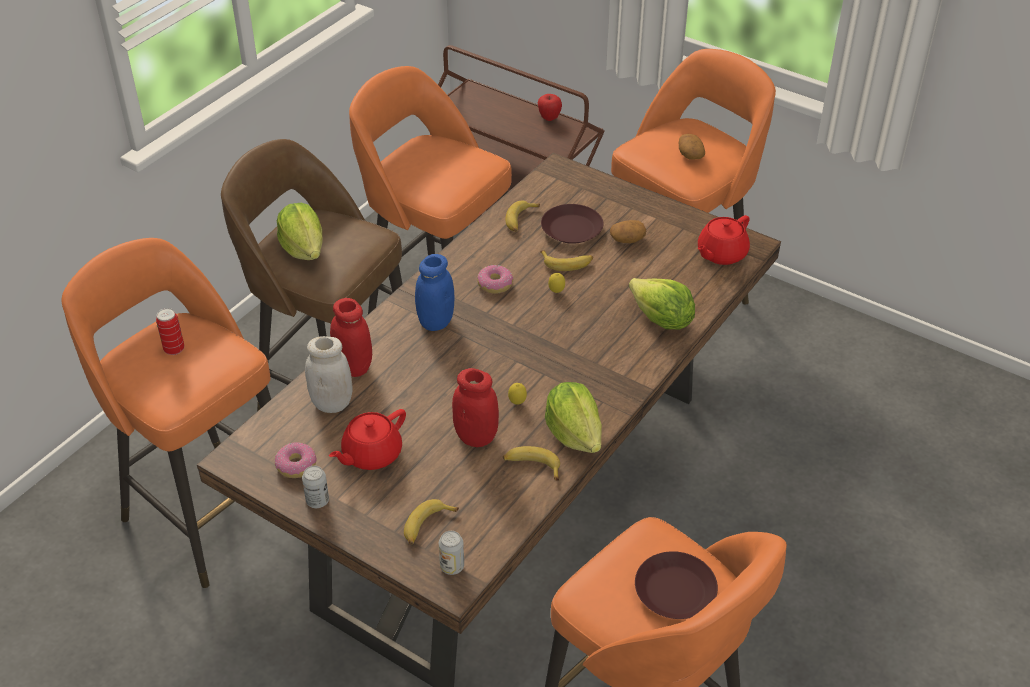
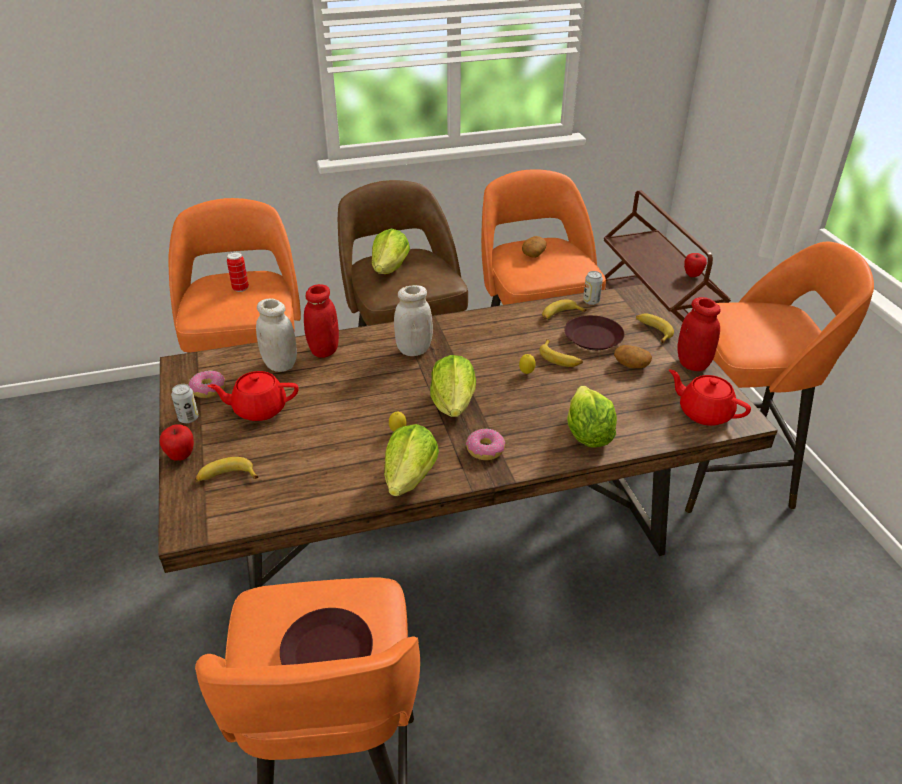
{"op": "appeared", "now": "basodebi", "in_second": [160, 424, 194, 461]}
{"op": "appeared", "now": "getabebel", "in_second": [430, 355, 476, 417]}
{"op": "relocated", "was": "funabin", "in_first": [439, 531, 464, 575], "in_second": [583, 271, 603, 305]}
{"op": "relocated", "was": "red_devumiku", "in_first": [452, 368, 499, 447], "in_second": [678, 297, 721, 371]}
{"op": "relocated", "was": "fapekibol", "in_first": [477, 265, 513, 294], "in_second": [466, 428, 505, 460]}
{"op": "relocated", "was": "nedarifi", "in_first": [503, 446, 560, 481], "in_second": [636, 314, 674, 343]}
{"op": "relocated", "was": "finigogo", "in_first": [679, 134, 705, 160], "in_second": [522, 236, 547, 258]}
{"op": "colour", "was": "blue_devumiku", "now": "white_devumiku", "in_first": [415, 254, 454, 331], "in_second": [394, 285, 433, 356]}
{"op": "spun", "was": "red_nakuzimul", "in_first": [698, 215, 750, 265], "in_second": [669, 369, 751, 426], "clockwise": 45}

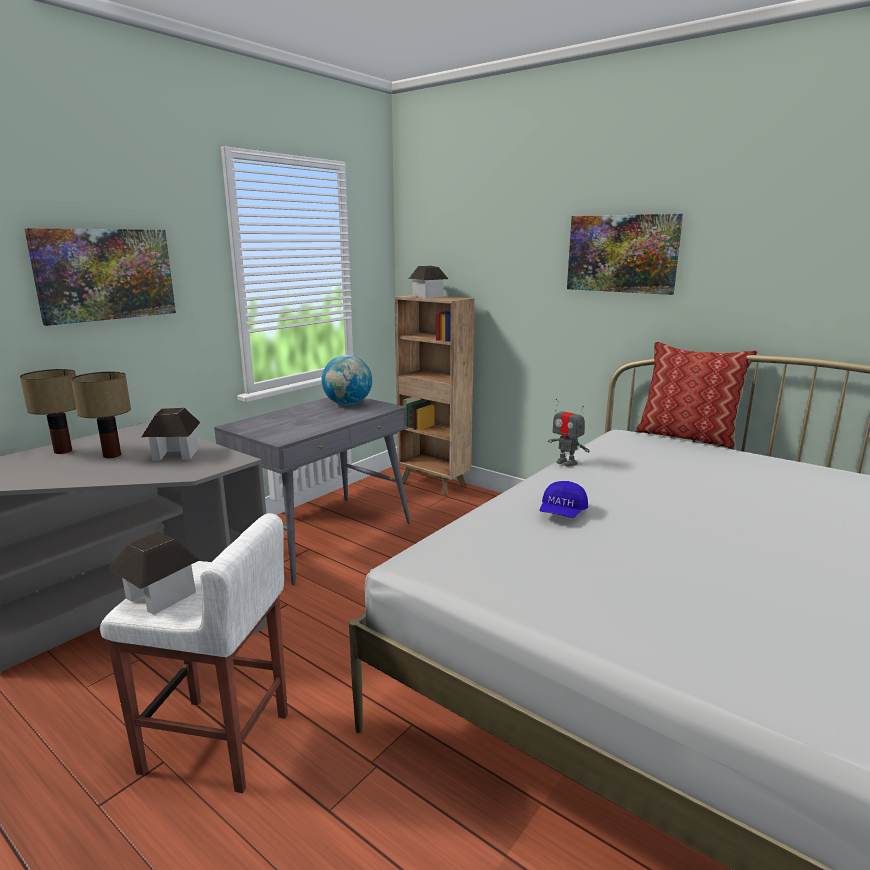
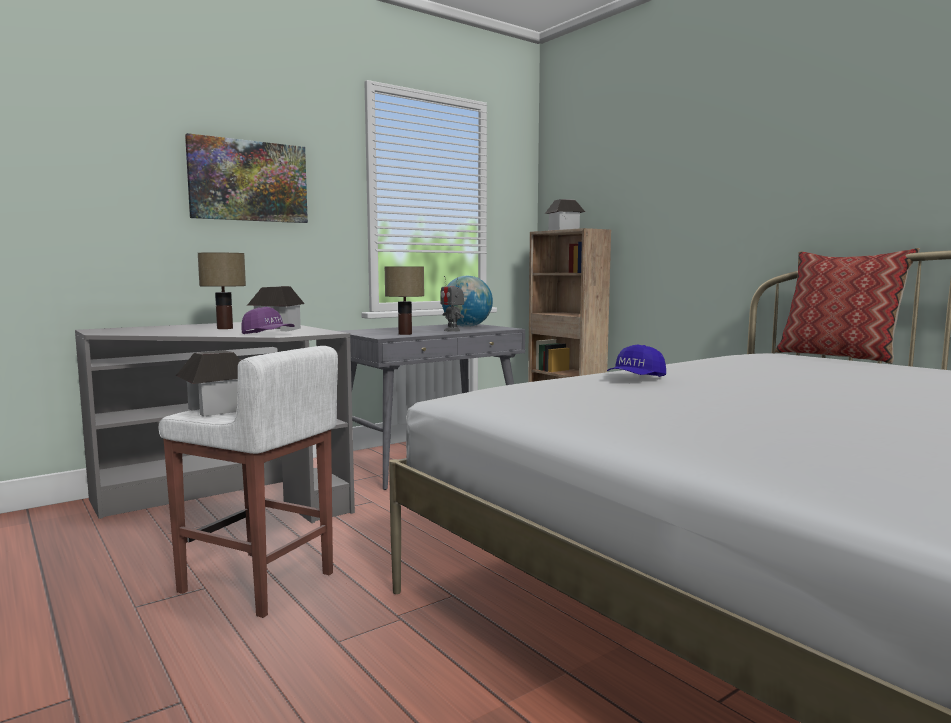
{"op": "missing", "was": "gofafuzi", "in_first": [567, 214, 683, 295]}
{"op": "appeared", "now": "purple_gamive", "in_second": [241, 307, 295, 334]}
{"op": "relocated", "was": "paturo", "in_first": [20, 369, 76, 454], "in_second": [385, 266, 424, 335]}
{"op": "relocated", "was": "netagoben", "in_first": [548, 399, 590, 466], "in_second": [440, 276, 464, 332]}

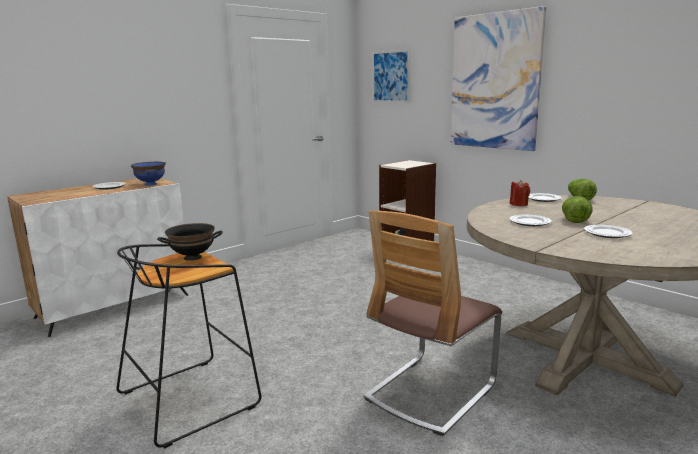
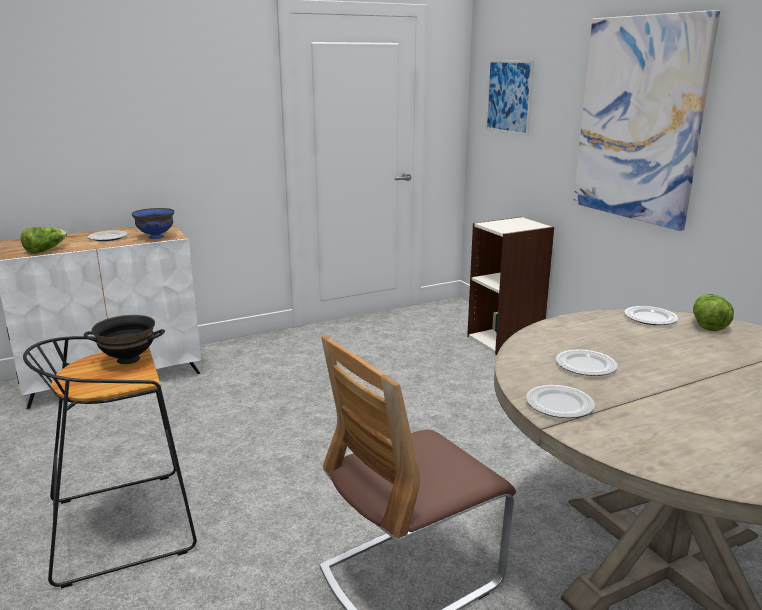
{"op": "missing", "was": "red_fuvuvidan", "in_first": [510, 180, 530, 206]}
{"op": "relocated", "was": "getabebel", "in_first": [562, 196, 592, 223], "in_second": [21, 227, 67, 254]}
{"op": "relocated", "was": "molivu", "in_first": [584, 225, 633, 238], "in_second": [526, 385, 595, 418]}

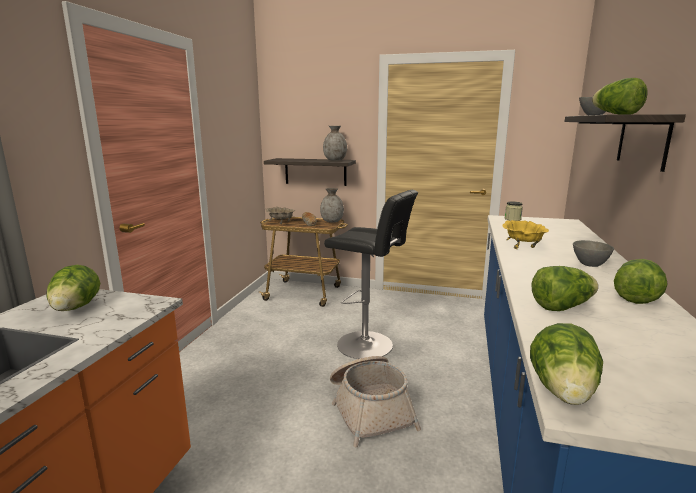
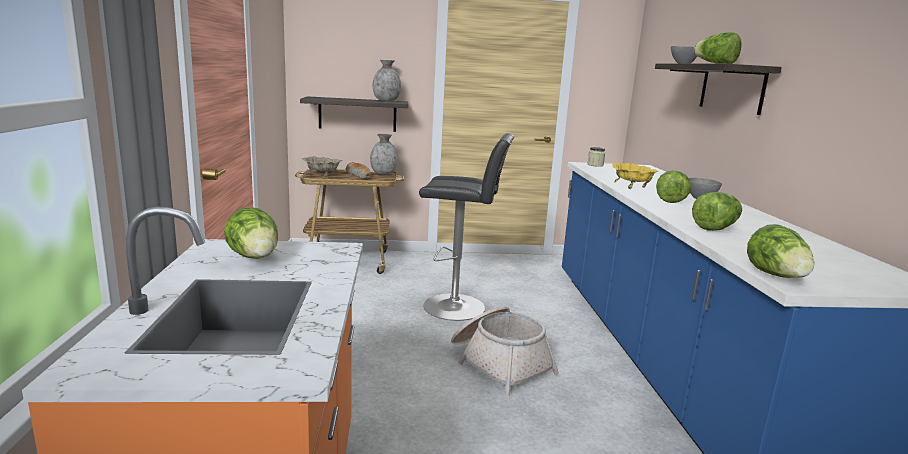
{"op": "relocated", "was": "getabebel", "in_first": [614, 259, 667, 304], "in_second": [656, 170, 691, 203]}

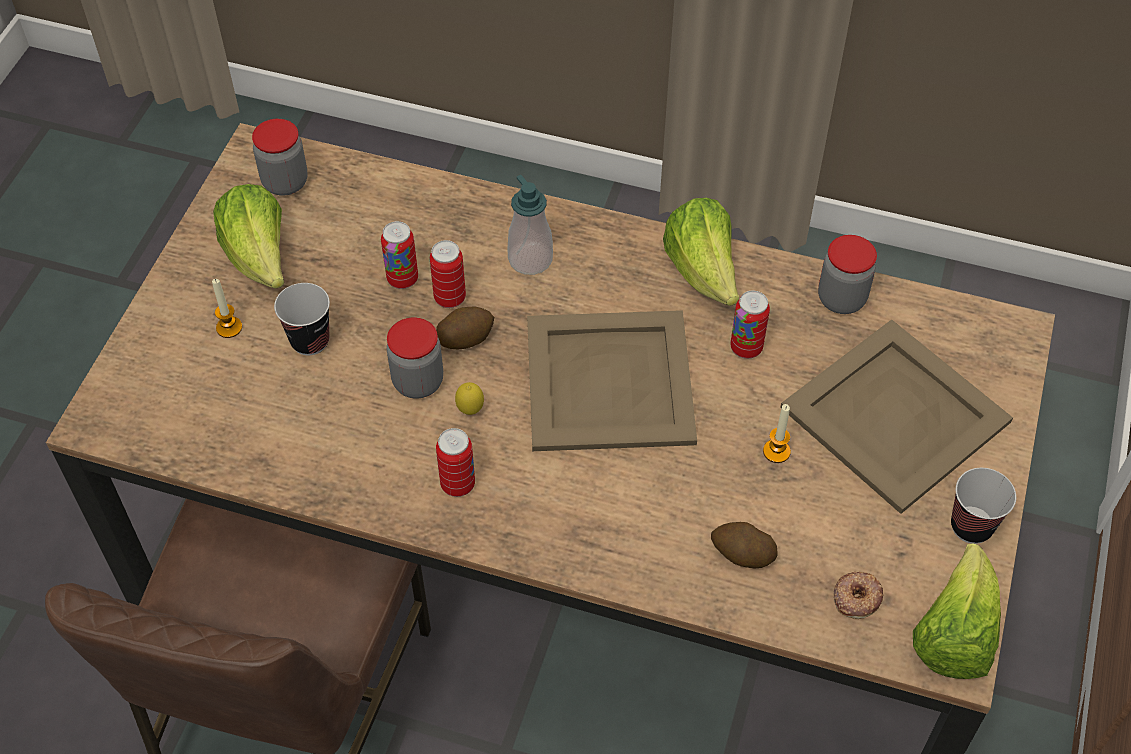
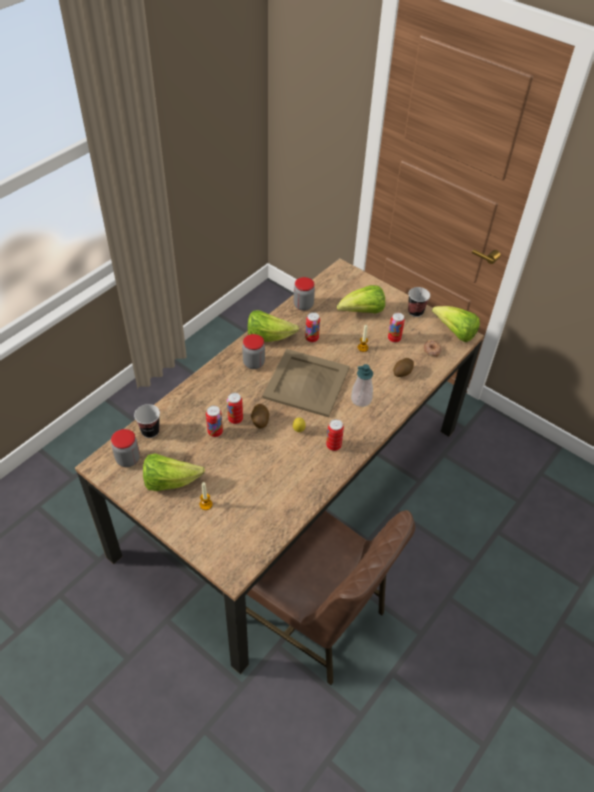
{"op": "appeared", "now": "funabin", "in_second": [388, 313, 405, 343]}
{"op": "relocated", "was": "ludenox", "in_first": [274, 283, 330, 355], "in_second": [134, 404, 160, 438]}
{"op": "relocated", "was": "devumiku", "in_first": [386, 317, 443, 399], "in_second": [242, 334, 265, 369]}
{"op": "relocated", "was": "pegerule", "in_first": [507, 175, 553, 275], "in_second": [351, 364, 373, 407]}
{"op": "exchanged", "was": "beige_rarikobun", "now": "getabebel", "in_first": [780, 319, 1013, 514], "in_second": [337, 285, 385, 314]}

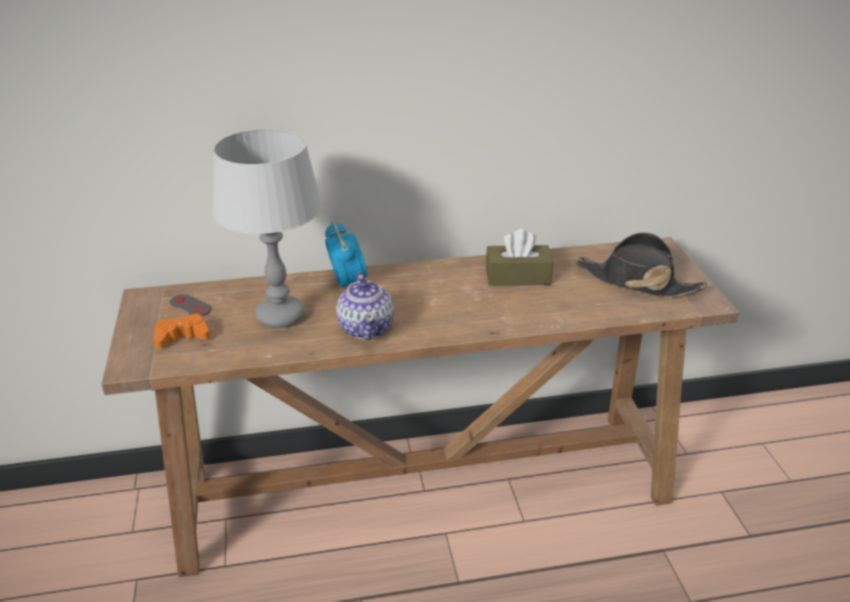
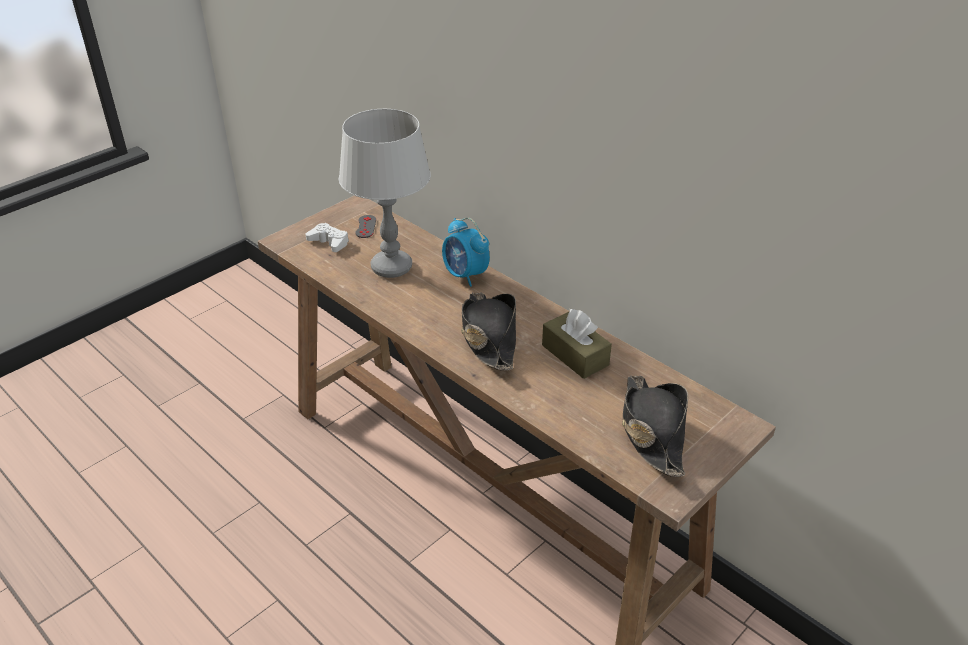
{"op": "missing", "was": "nakuzimul", "in_first": [336, 272, 394, 340]}
{"op": "appeared", "now": "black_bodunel", "in_second": [461, 292, 516, 371]}
{"op": "colour", "was": "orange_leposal", "now": "white_leposal", "in_first": [154, 314, 210, 348], "in_second": [305, 223, 349, 252]}
{"op": "spun", "was": "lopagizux", "in_first": [325, 222, 367, 288], "in_second": [442, 218, 490, 287], "clockwise": 105}

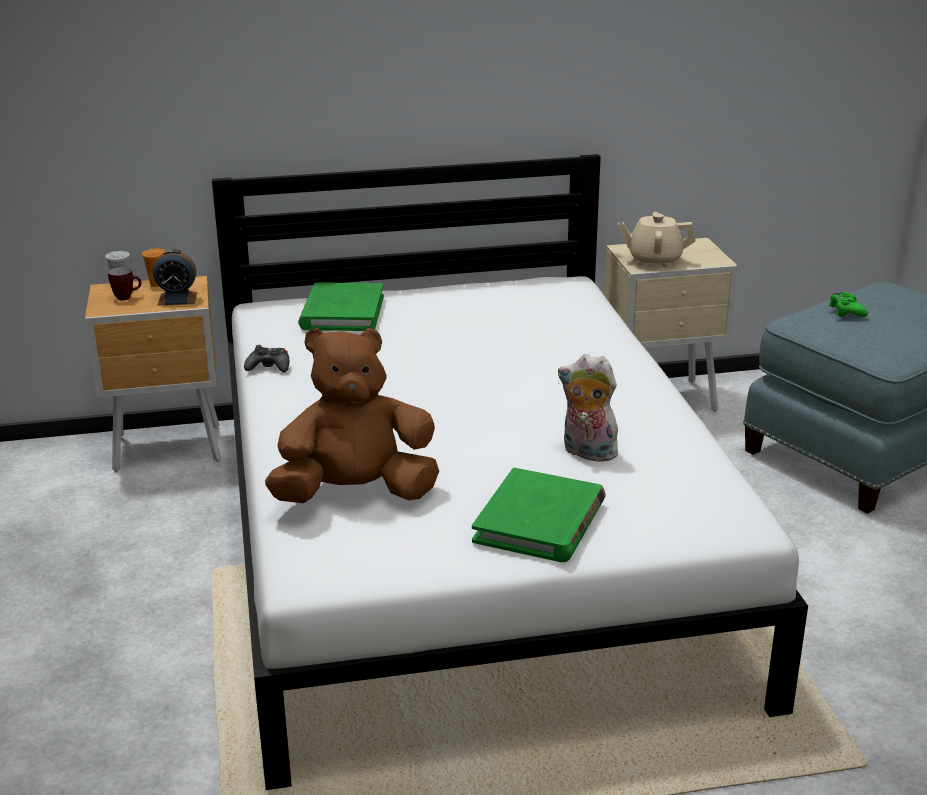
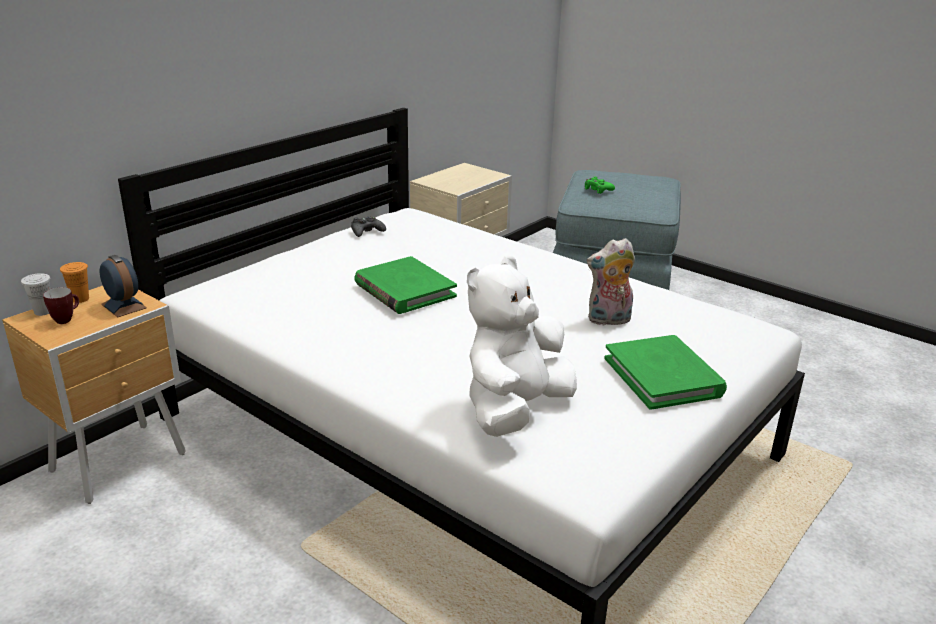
{"op": "missing", "was": "beige_nakuzimul", "in_first": [618, 212, 695, 268]}
{"op": "relocated", "was": "black_leposal", "in_first": [244, 345, 289, 373], "in_second": [351, 216, 386, 237]}
{"op": "relocated", "was": "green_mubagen", "in_first": [299, 282, 384, 331], "in_second": [354, 256, 457, 314]}
{"op": "colour", "was": "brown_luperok", "now": "white_luperok", "in_first": [265, 328, 439, 503], "in_second": [467, 256, 577, 437]}
{"op": "spun", "was": "lopagizux", "in_first": [152, 249, 197, 306], "in_second": [100, 255, 147, 317], "clockwise": -90}

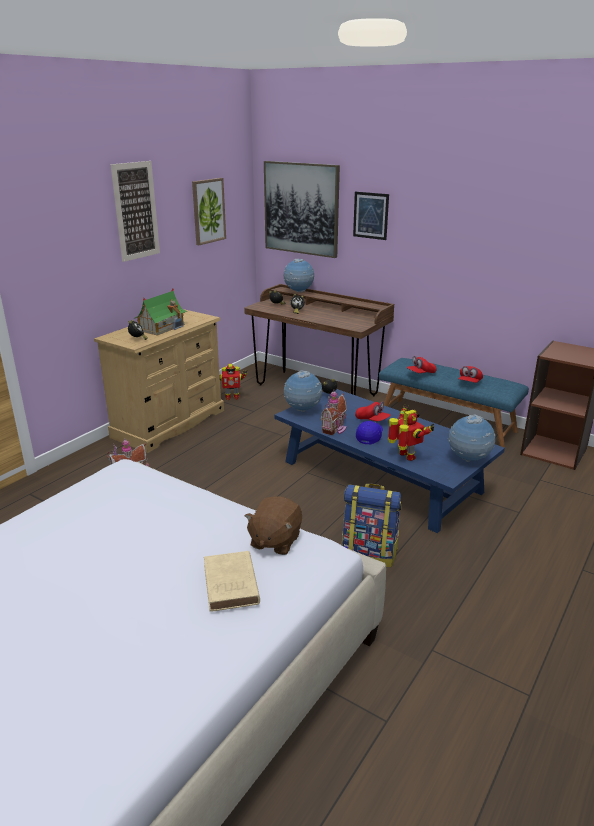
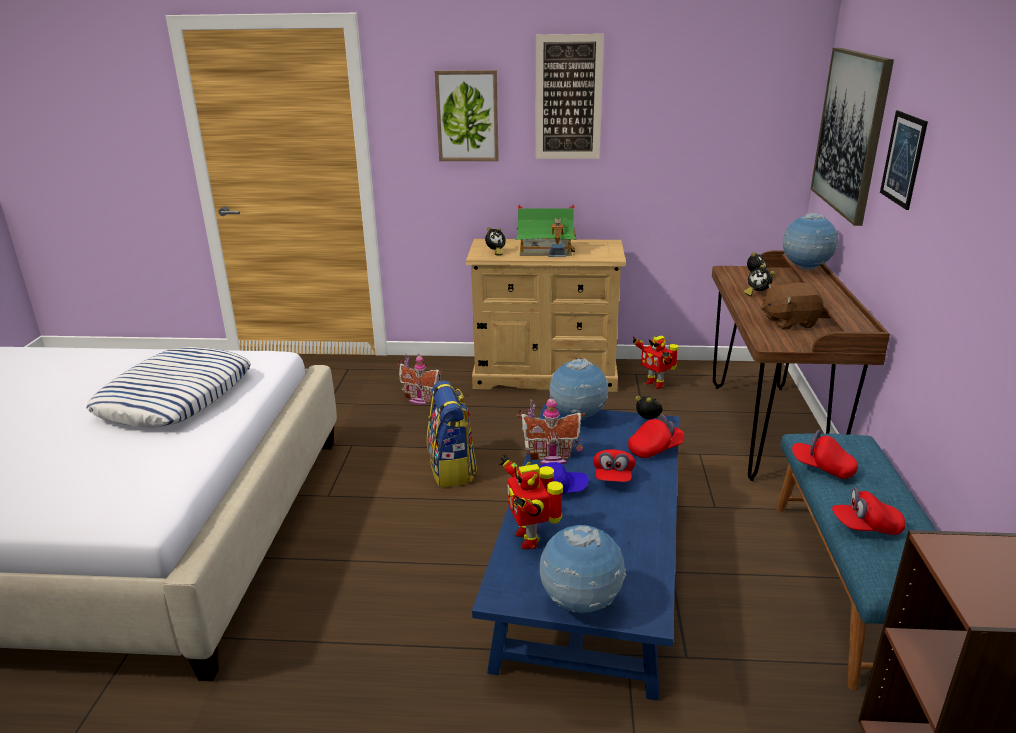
{"op": "missing", "was": "beige_mubagen", "in_first": [204, 551, 260, 612]}
{"op": "appeared", "now": "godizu", "in_second": [86, 347, 251, 427]}
{"op": "appeared", "now": "red_gamive", "in_second": [628, 414, 684, 458]}
{"op": "relocated", "was": "gofafuzi", "in_first": [192, 178, 226, 245], "in_second": [435, 70, 499, 161]}
{"op": "relocated", "was": "brown_luperok", "in_first": [245, 496, 302, 555], "in_second": [761, 282, 824, 330]}
{"op": "relocated", "was": "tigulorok", "in_first": [342, 484, 401, 567], "in_second": [427, 381, 477, 488]}
{"op": "spun", "was": "netagoben", "in_first": [388, 404, 434, 461], "in_second": [500, 454, 563, 549], "clockwise": 135}

